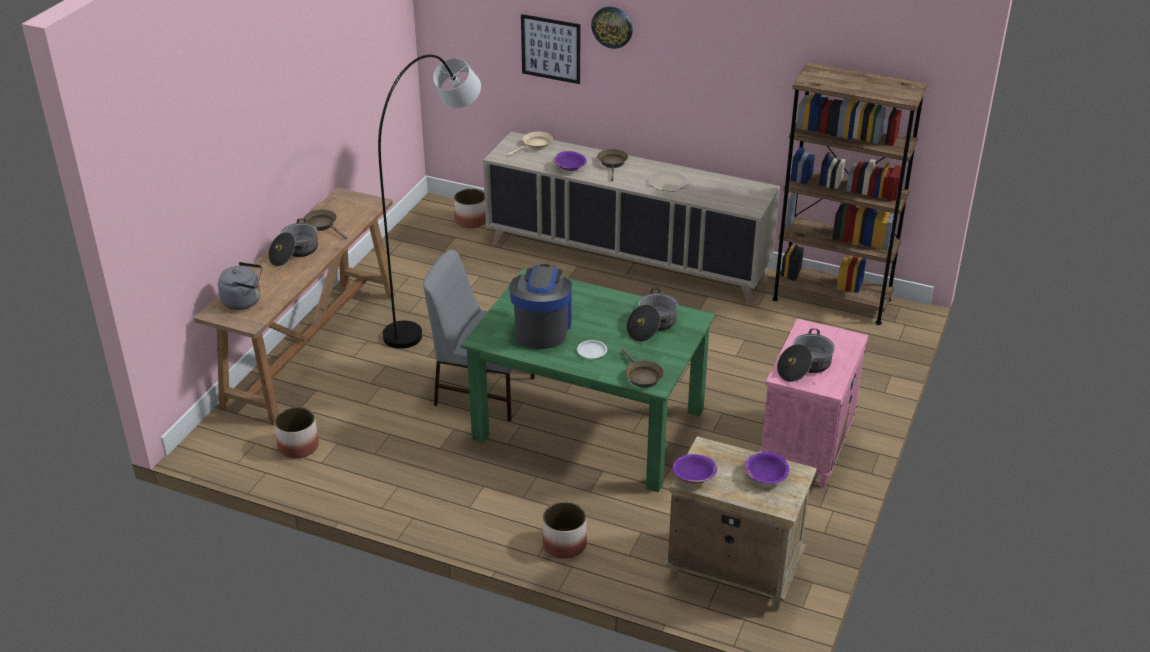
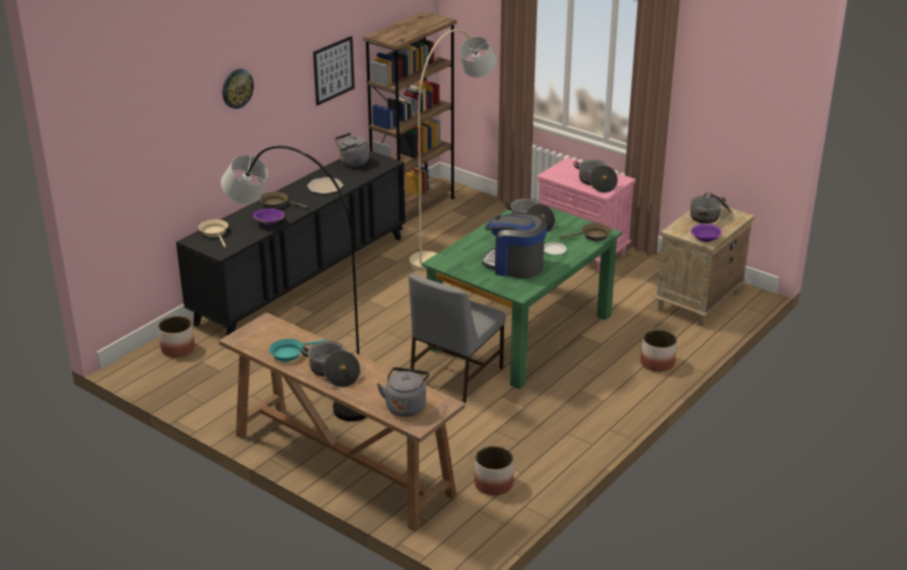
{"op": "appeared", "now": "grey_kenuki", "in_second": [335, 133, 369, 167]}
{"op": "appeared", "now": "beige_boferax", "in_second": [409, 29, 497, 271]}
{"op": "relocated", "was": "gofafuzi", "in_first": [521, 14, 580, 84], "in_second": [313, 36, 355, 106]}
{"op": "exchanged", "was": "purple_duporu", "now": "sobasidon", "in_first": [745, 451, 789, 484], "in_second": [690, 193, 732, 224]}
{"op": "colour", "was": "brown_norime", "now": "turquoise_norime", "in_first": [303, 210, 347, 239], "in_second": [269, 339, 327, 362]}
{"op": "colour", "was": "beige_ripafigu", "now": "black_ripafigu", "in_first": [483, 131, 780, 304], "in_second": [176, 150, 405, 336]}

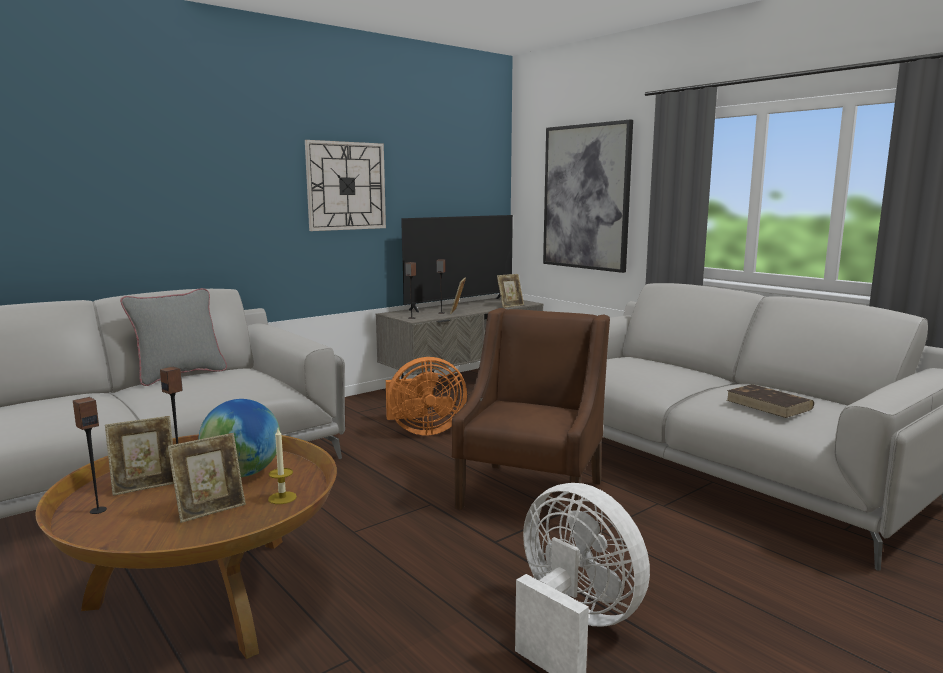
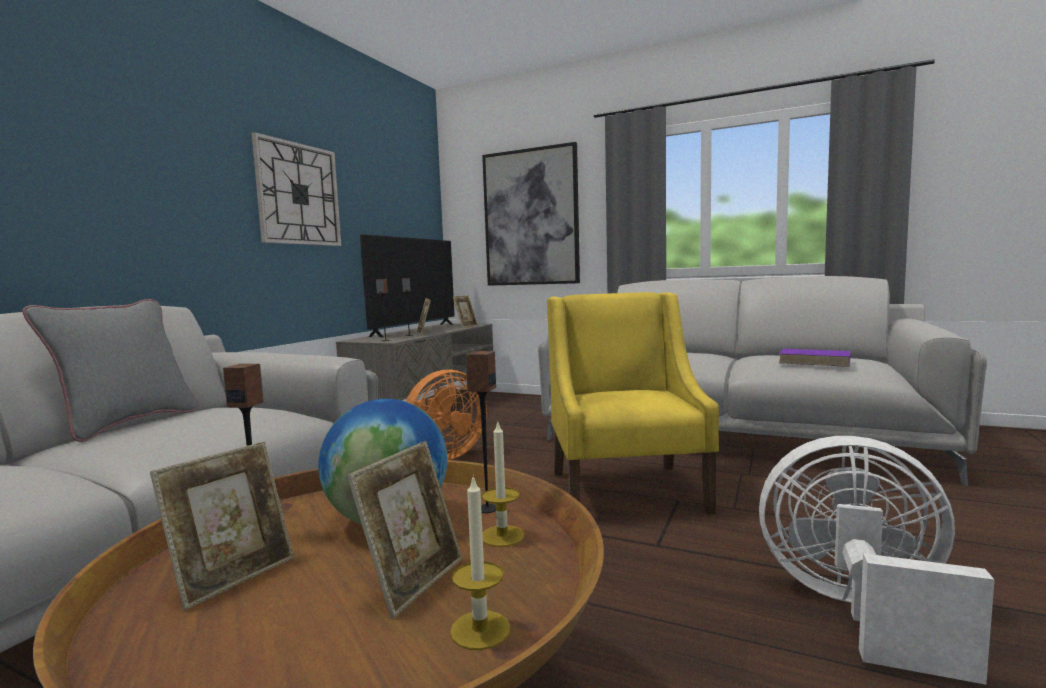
{"op": "appeared", "now": "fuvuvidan", "in_second": [450, 474, 510, 650]}
{"op": "relocated", "was": "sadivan", "in_first": [73, 397, 107, 514], "in_second": [465, 351, 496, 513]}
{"op": "colour", "was": "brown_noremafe", "now": "yellow_noremafe", "in_first": [452, 308, 610, 529], "in_second": [547, 292, 719, 514]}
{"op": "colour", "was": "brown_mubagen", "now": "purple_mubagen", "in_first": [726, 384, 814, 418], "in_second": [779, 349, 851, 367]}

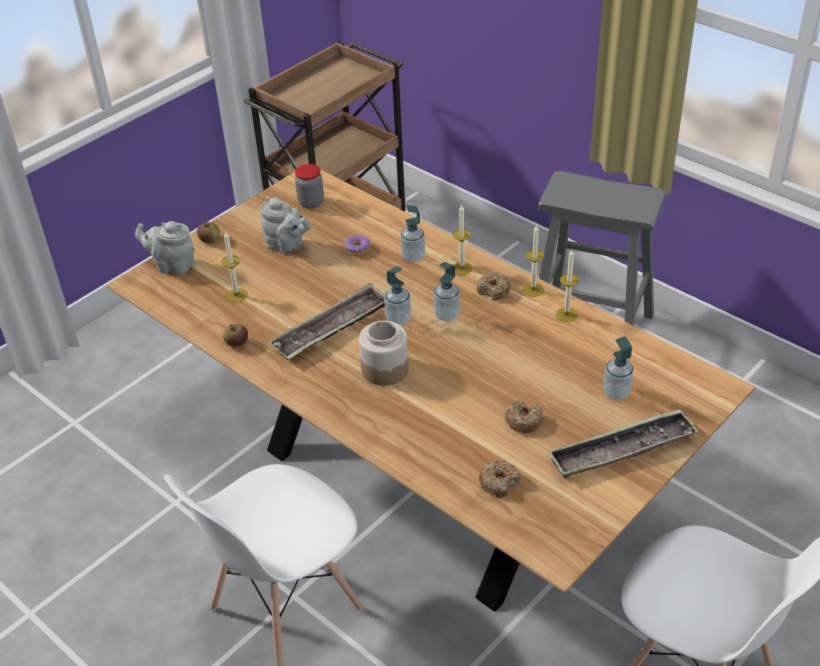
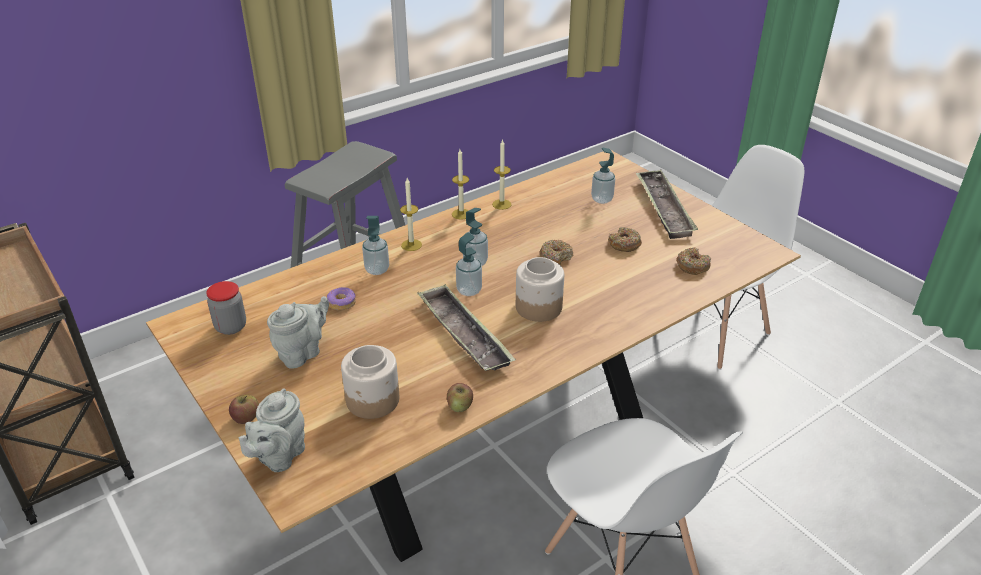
{"op": "relocated", "was": "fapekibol", "in_first": [477, 272, 511, 300], "in_second": [539, 240, 573, 265]}
{"op": "exchanged", "was": "fuvuvidan", "now": "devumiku", "in_first": [221, 231, 248, 302], "in_second": [341, 345, 399, 419]}

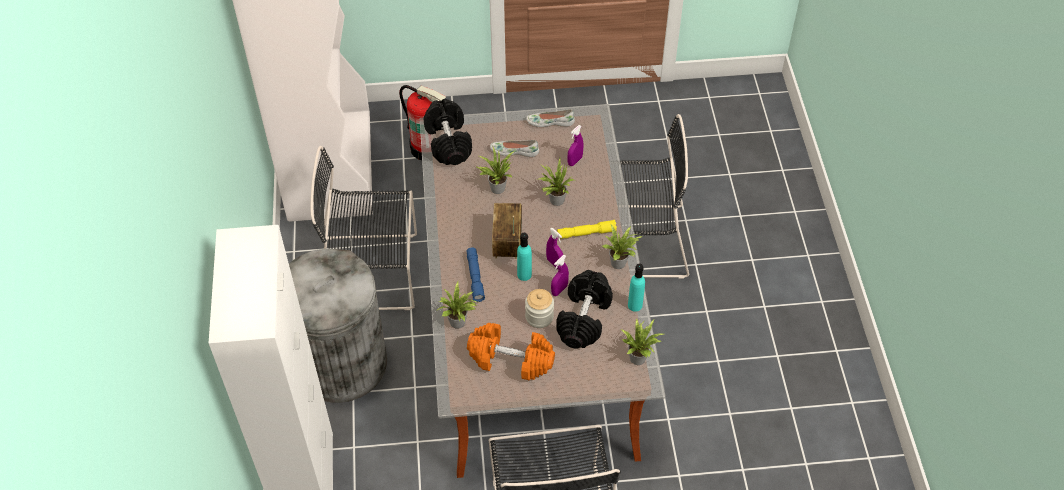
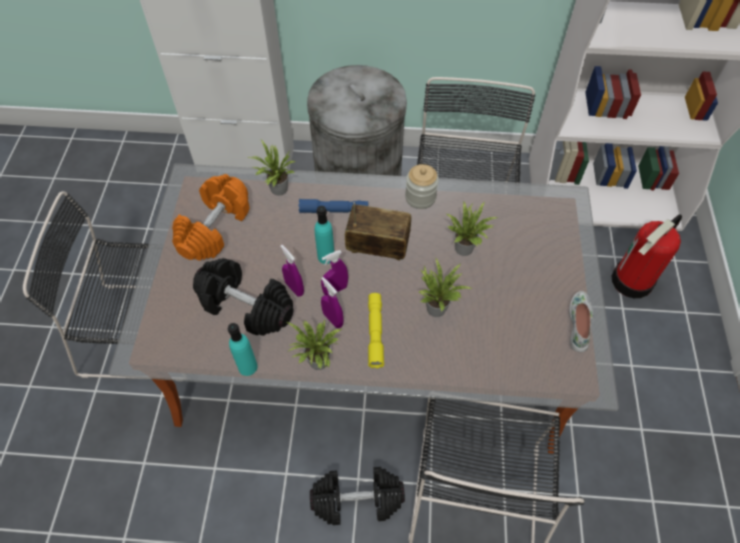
{"op": "missing", "was": "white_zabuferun", "in_first": [490, 140, 539, 157]}
{"op": "missing", "was": "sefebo", "in_first": [620, 318, 663, 365]}
{"op": "relocated", "was": "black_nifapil", "in_first": [423, 99, 472, 165], "in_second": [310, 467, 405, 525]}
{"op": "relocated", "was": "devumiku", "in_first": [525, 289, 554, 328], "in_second": [405, 164, 439, 209]}
{"op": "relocated", "was": "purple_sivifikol", "in_first": [567, 125, 584, 166], "in_second": [321, 277, 344, 328]}

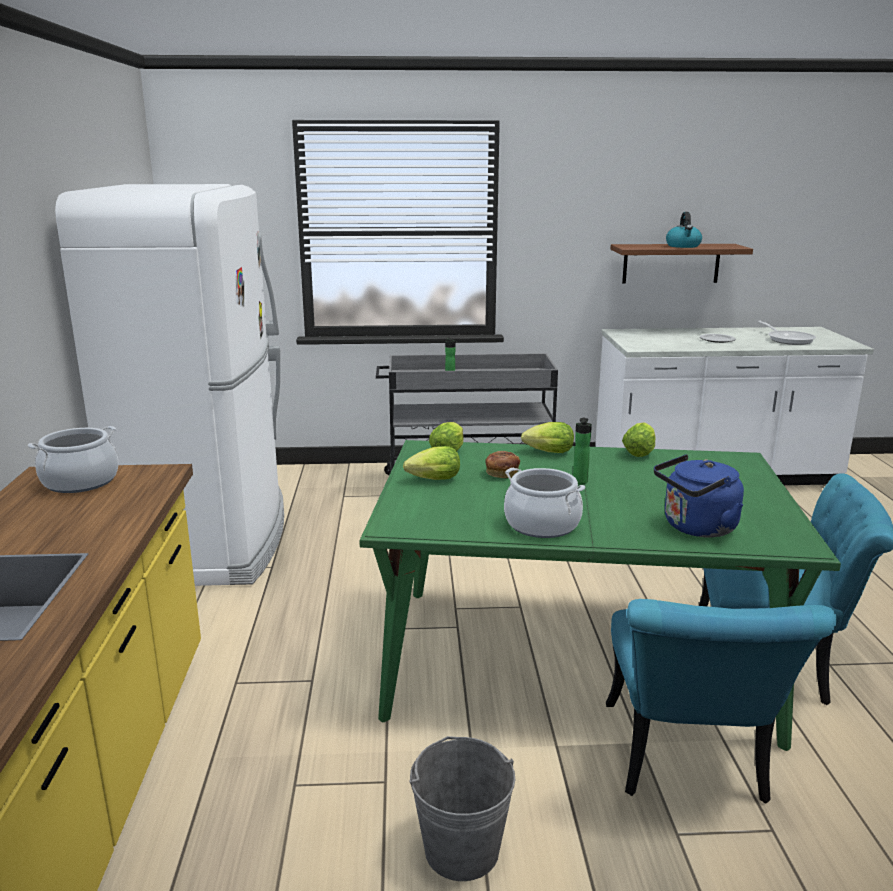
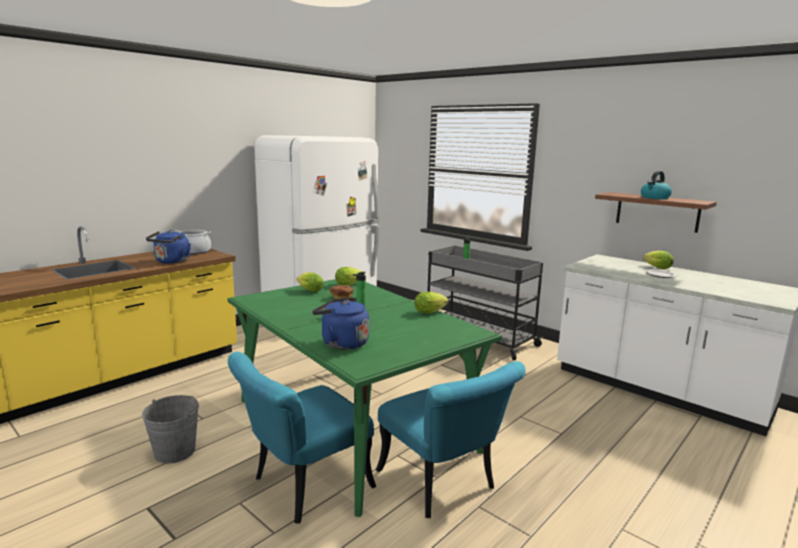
{"op": "missing", "was": "sobasidon", "in_first": [504, 467, 585, 538]}
{"op": "missing", "was": "norime", "in_first": [758, 321, 816, 345]}
{"op": "appeared", "now": "blue_kenuki", "in_second": [146, 230, 191, 264]}
{"op": "relocated", "was": "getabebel", "in_first": [521, 422, 574, 453], "in_second": [643, 251, 674, 269]}

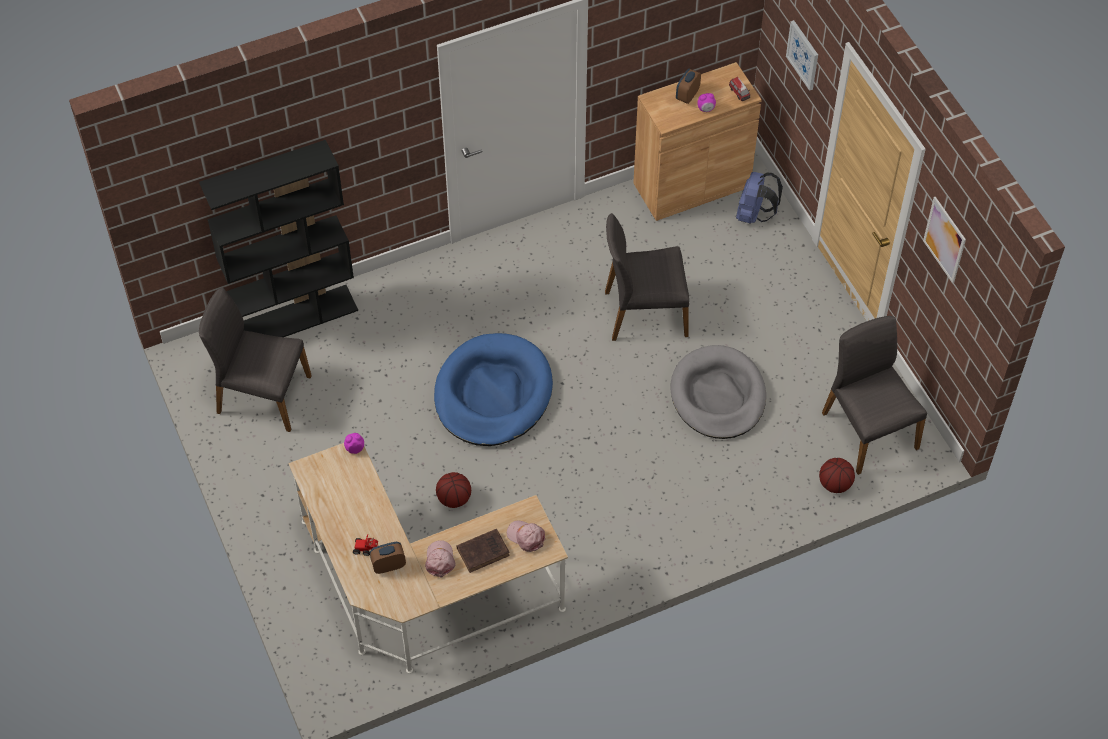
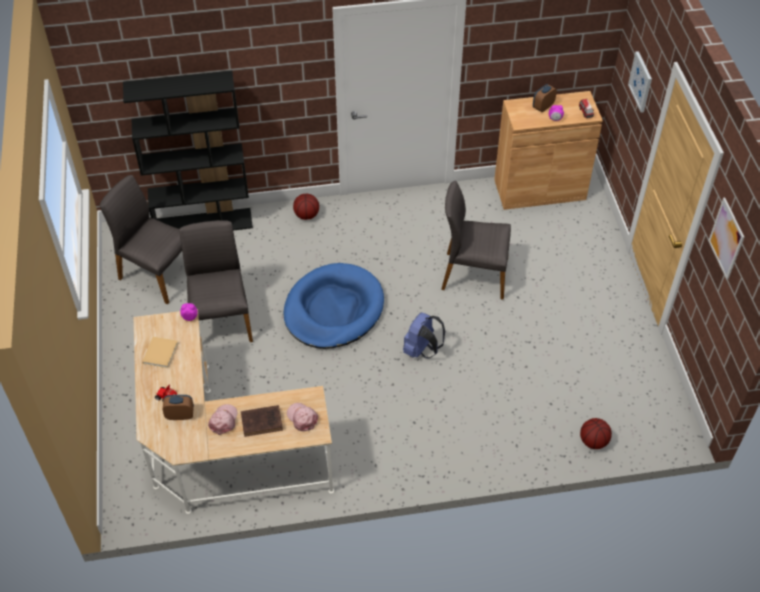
{"op": "missing", "was": "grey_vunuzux", "in_first": [671, 345, 766, 439]}
{"op": "appeared", "now": "beige_mubagen", "in_second": [142, 336, 178, 368]}
{"op": "relocated", "was": "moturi", "in_first": [436, 472, 471, 508], "in_second": [293, 194, 319, 220]}
{"op": "relocated", "was": "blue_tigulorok", "in_first": [736, 172, 783, 224], "in_second": [403, 313, 445, 358]}
{"op": "relocated", "was": "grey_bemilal", "in_first": [822, 316, 927, 475], "in_second": [179, 220, 253, 342]}

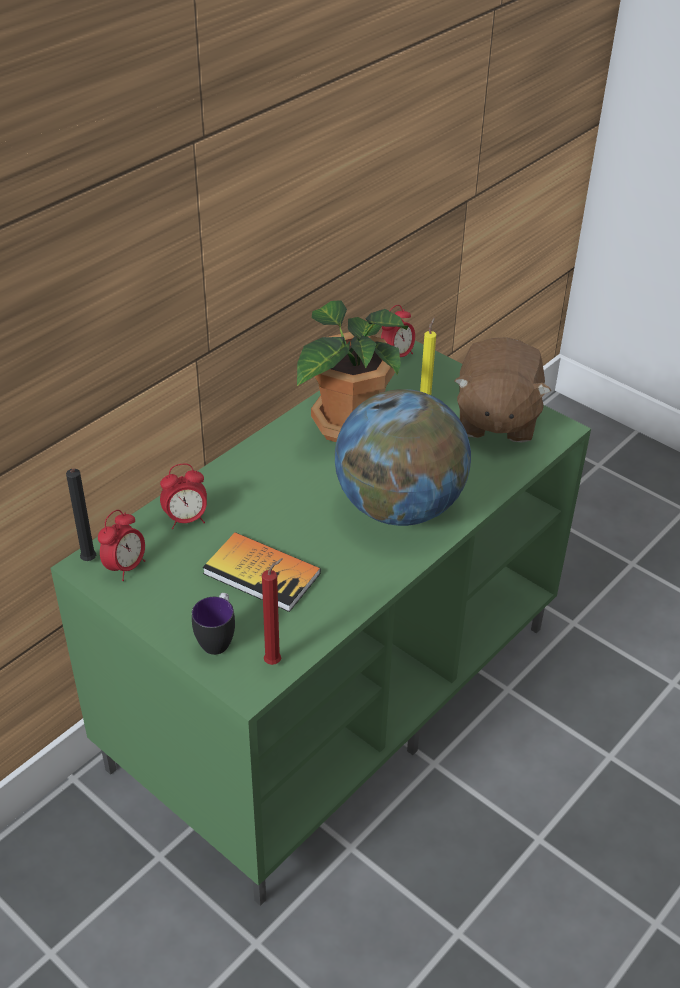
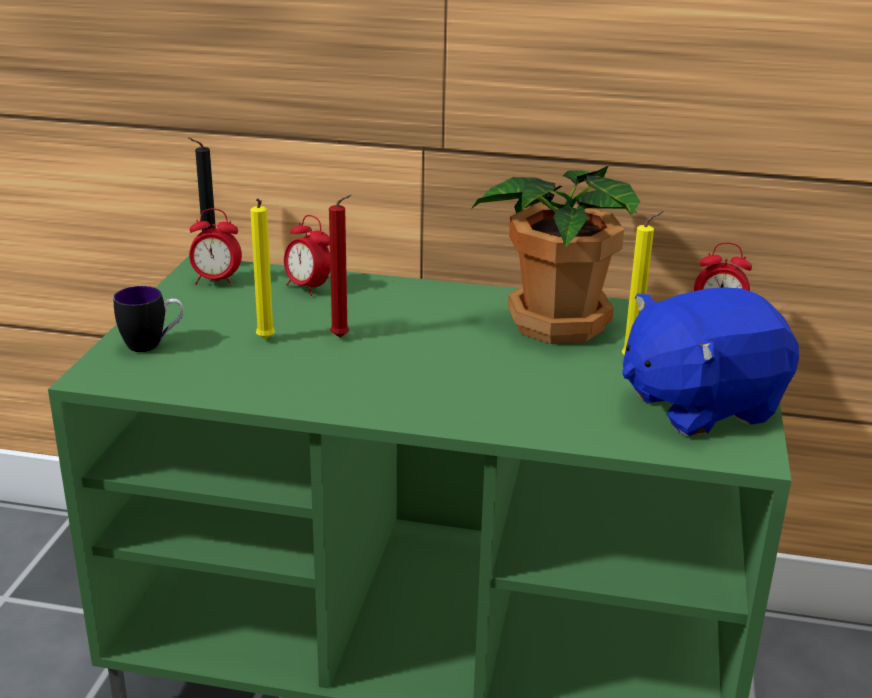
{"op": "missing", "was": "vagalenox", "in_first": [335, 389, 471, 526]}
{"op": "relocated", "was": "red_fuvuvidan", "in_first": [262, 558, 283, 665], "in_second": [329, 195, 352, 337]}
{"op": "exchanged", "was": "mubagen", "now": "yellow_fuvuvidan", "in_first": [203, 532, 321, 612], "in_second": [250, 198, 275, 339]}
{"op": "colour", "was": "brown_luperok", "now": "blue_luperok", "in_first": [454, 337, 551, 443], "in_second": [622, 287, 799, 437]}

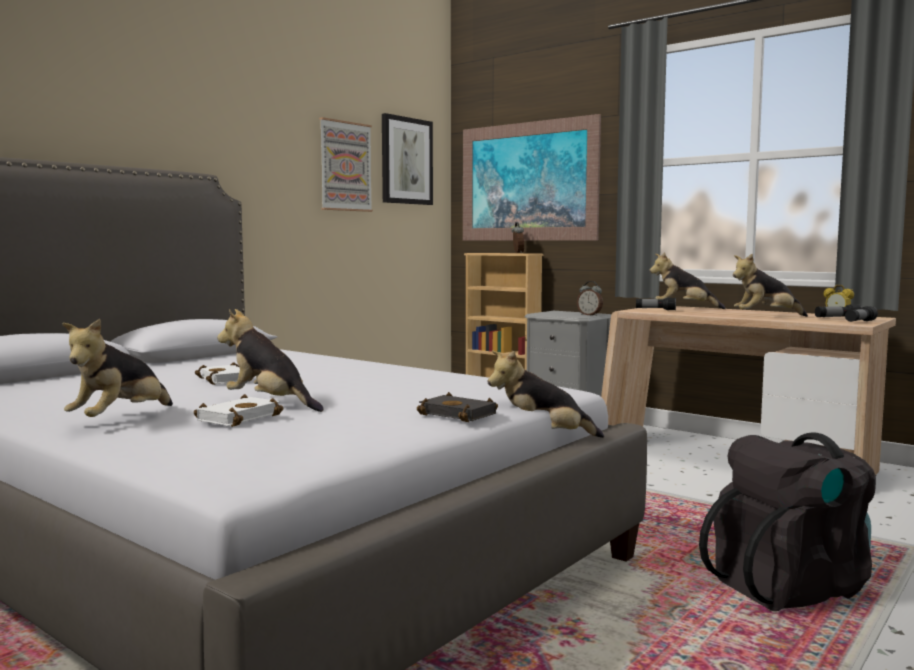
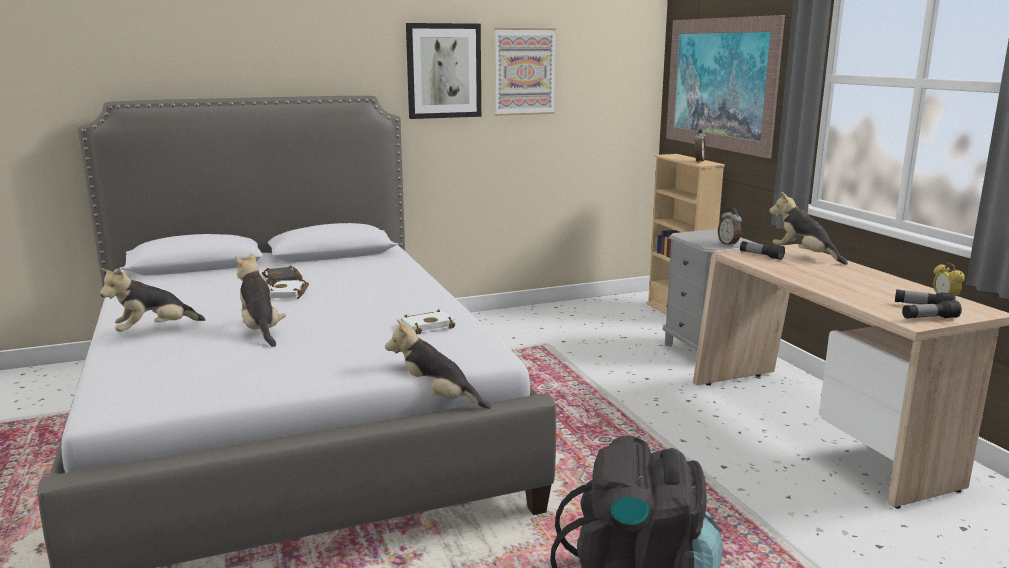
{"op": "missing", "was": "luperok", "in_first": [733, 253, 808, 317]}
{"op": "relocated", "was": "white_mubagen", "in_first": [194, 394, 283, 427], "in_second": [401, 309, 455, 334]}
{"op": "relocated", "was": "gofafuzi", "in_first": [382, 113, 433, 205], "in_second": [406, 23, 481, 119]}
{"op": "relocated", "was": "black_mubagen", "in_first": [417, 392, 498, 422], "in_second": [262, 266, 303, 286]}

